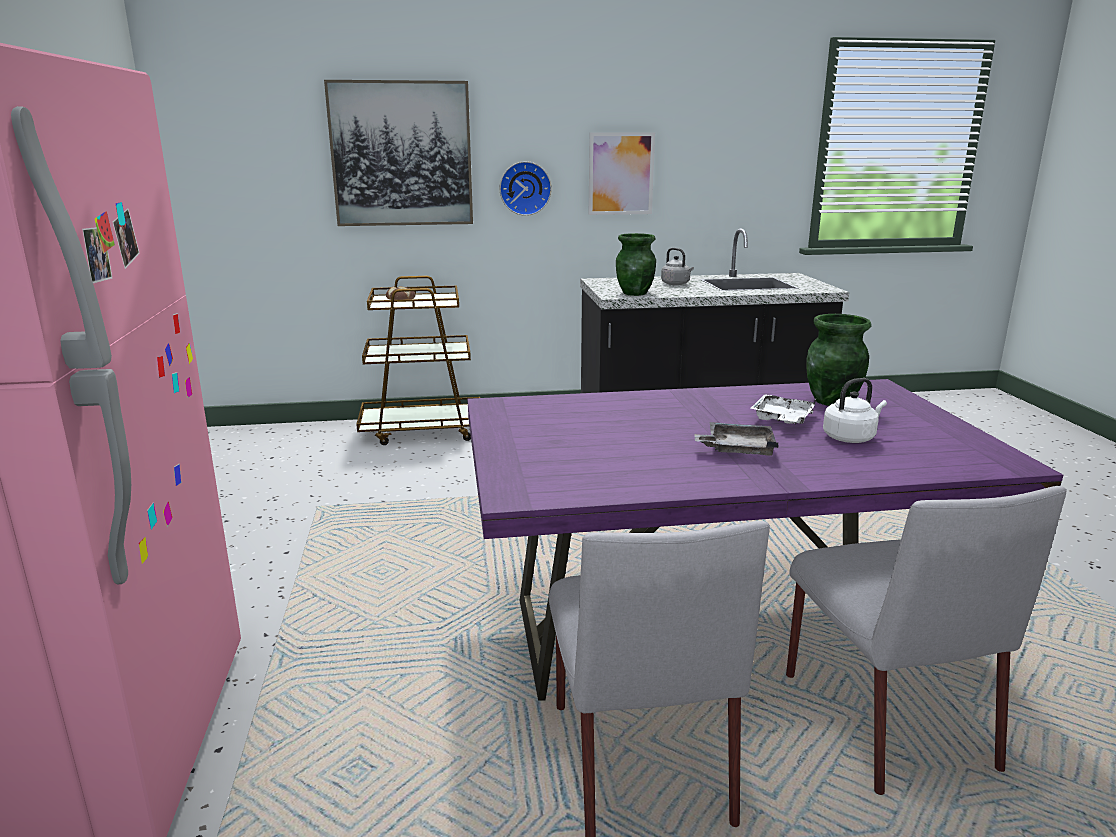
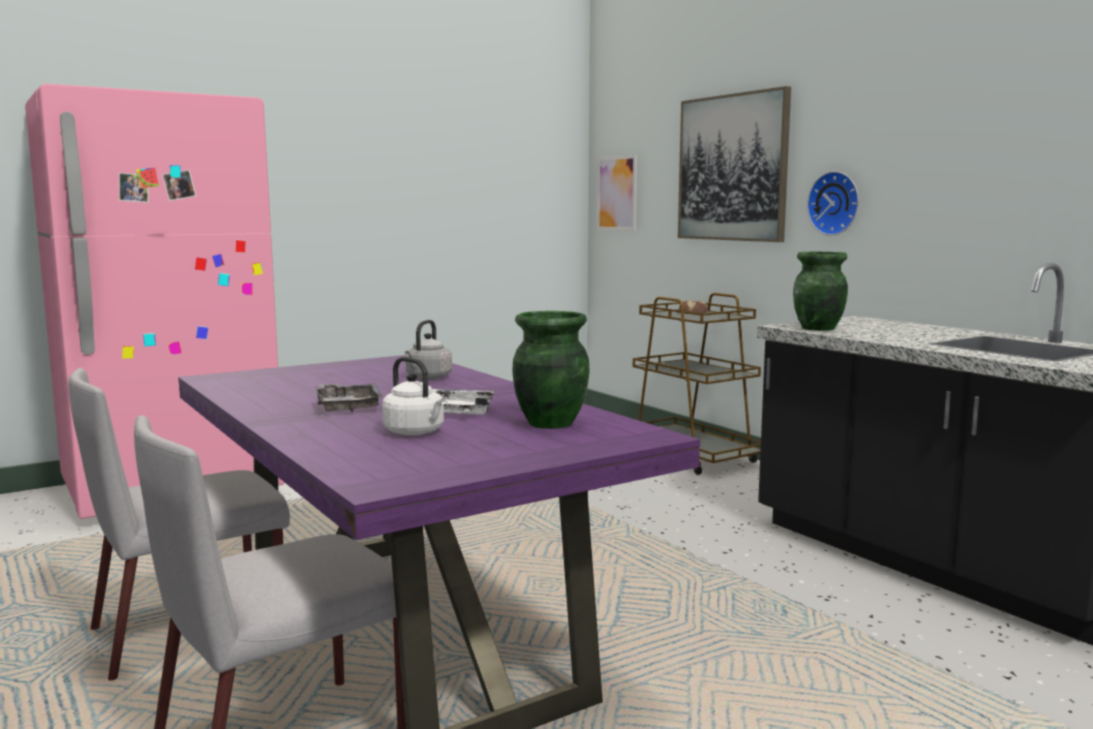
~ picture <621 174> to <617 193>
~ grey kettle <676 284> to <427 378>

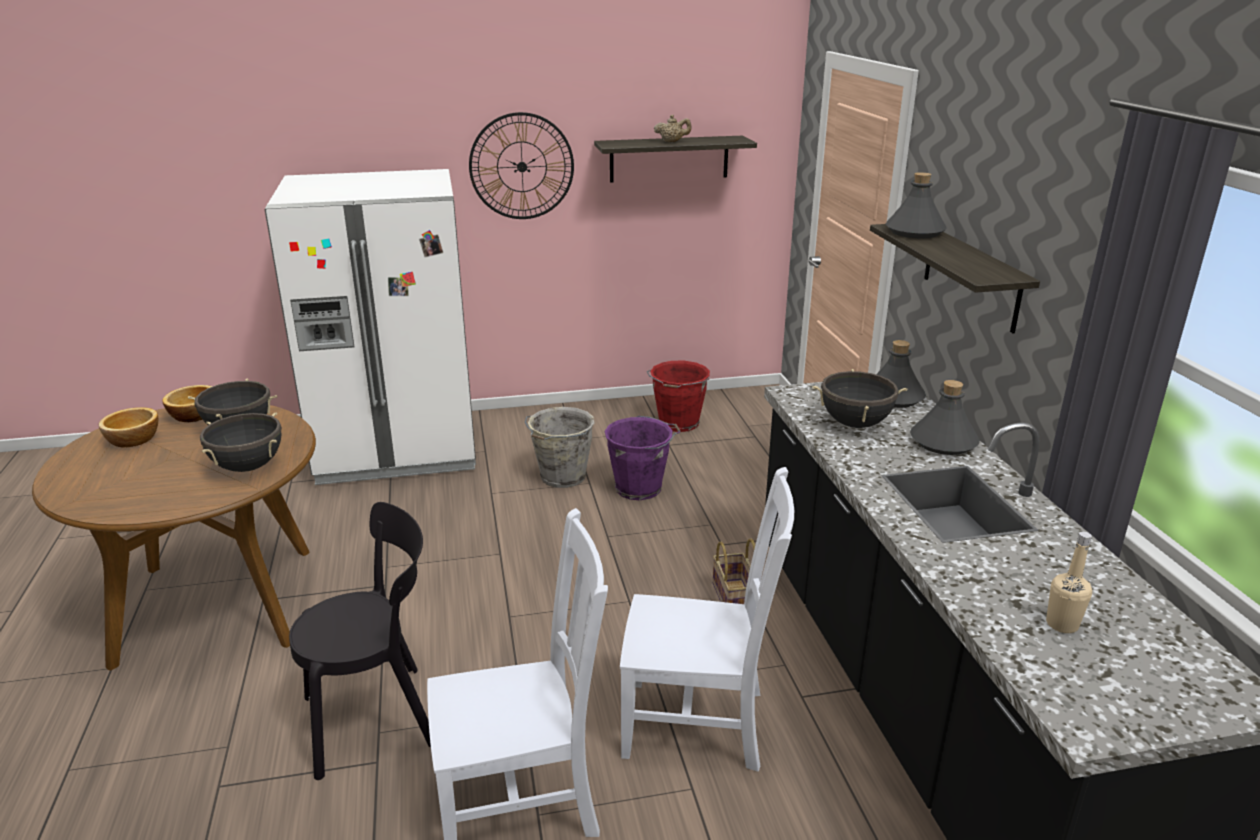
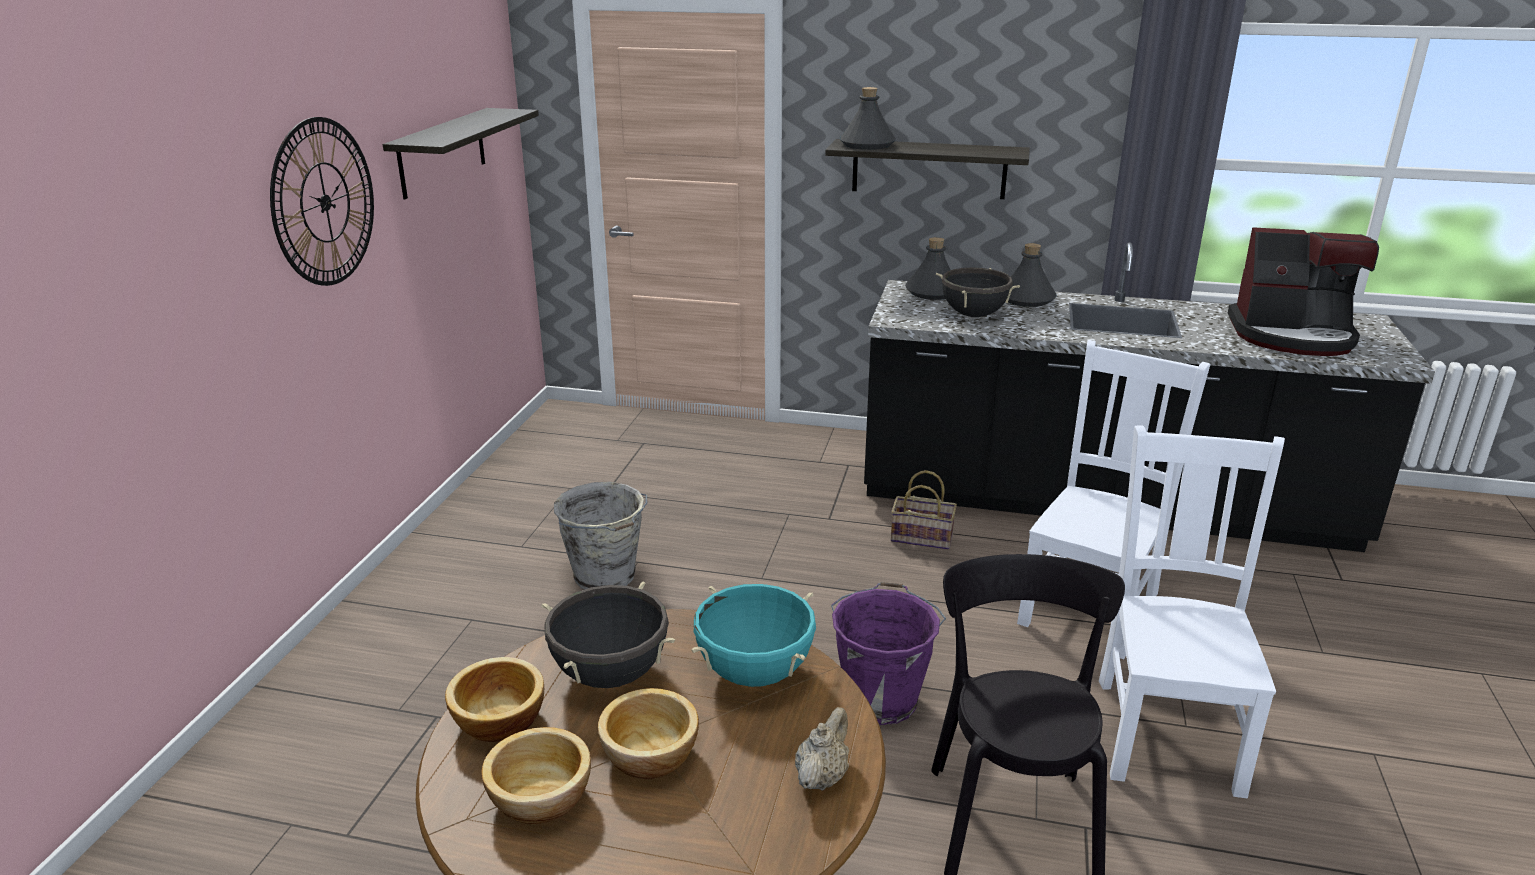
- white fridge <397 449>
- red bucket <678 424>
+ bowl <652 755>
~ purple bucket <640 488> to <881 698>
~ beige teapot <672 142> to <822 776>
~ beige bottle <1062 624> to coffee machine <1292 336>
~ black cooking pot <248 467> to turquoise cooking pot <754 673>

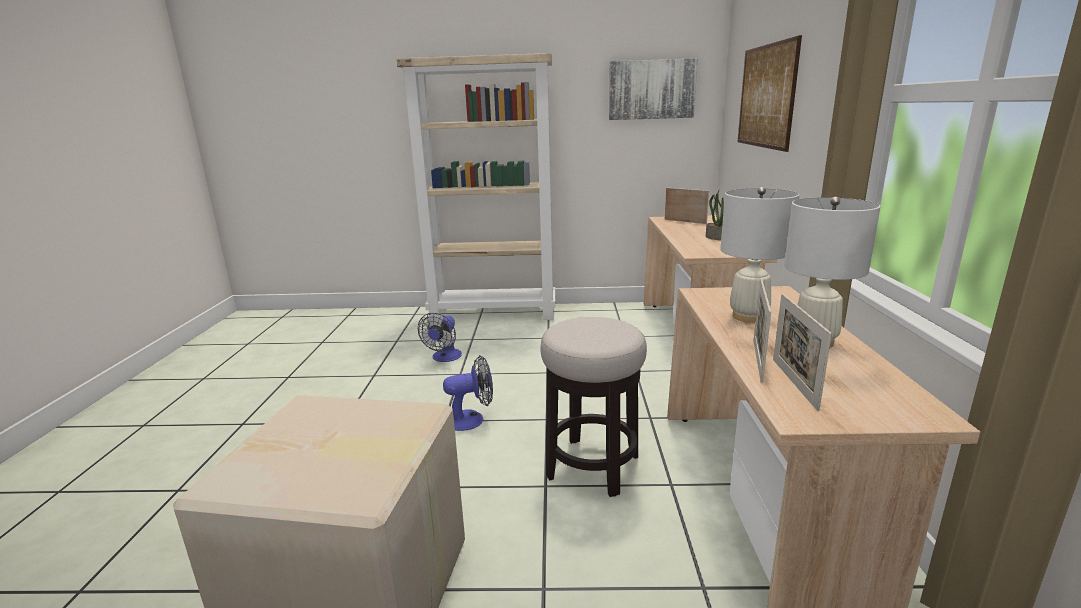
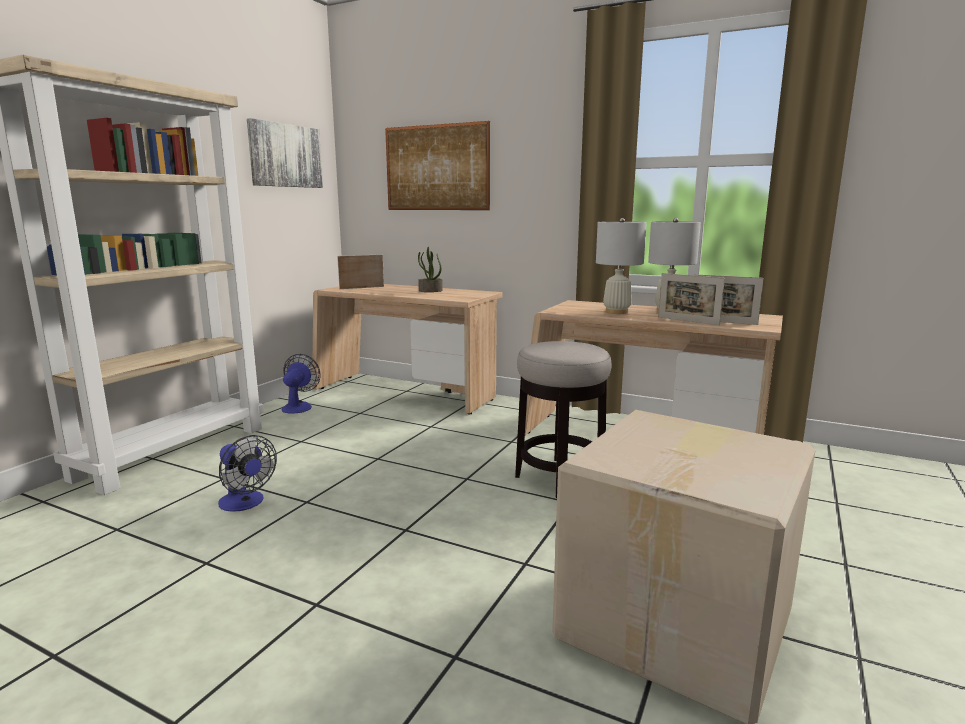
~ fan <471 419> to <299 406>

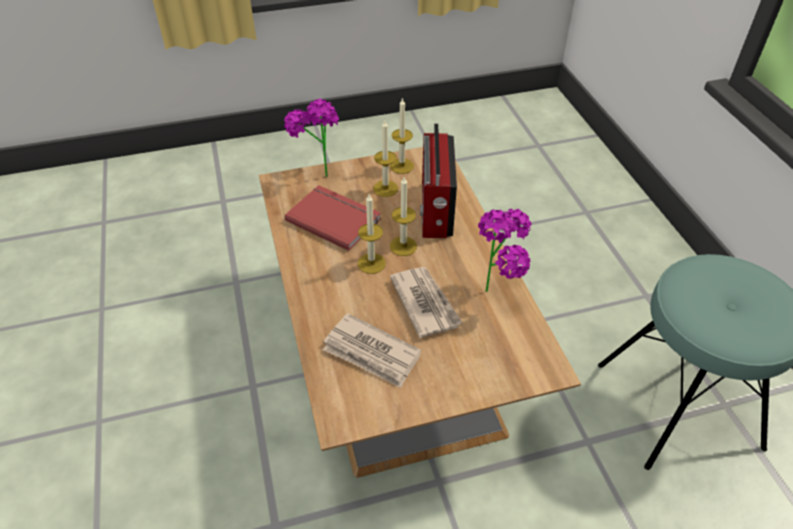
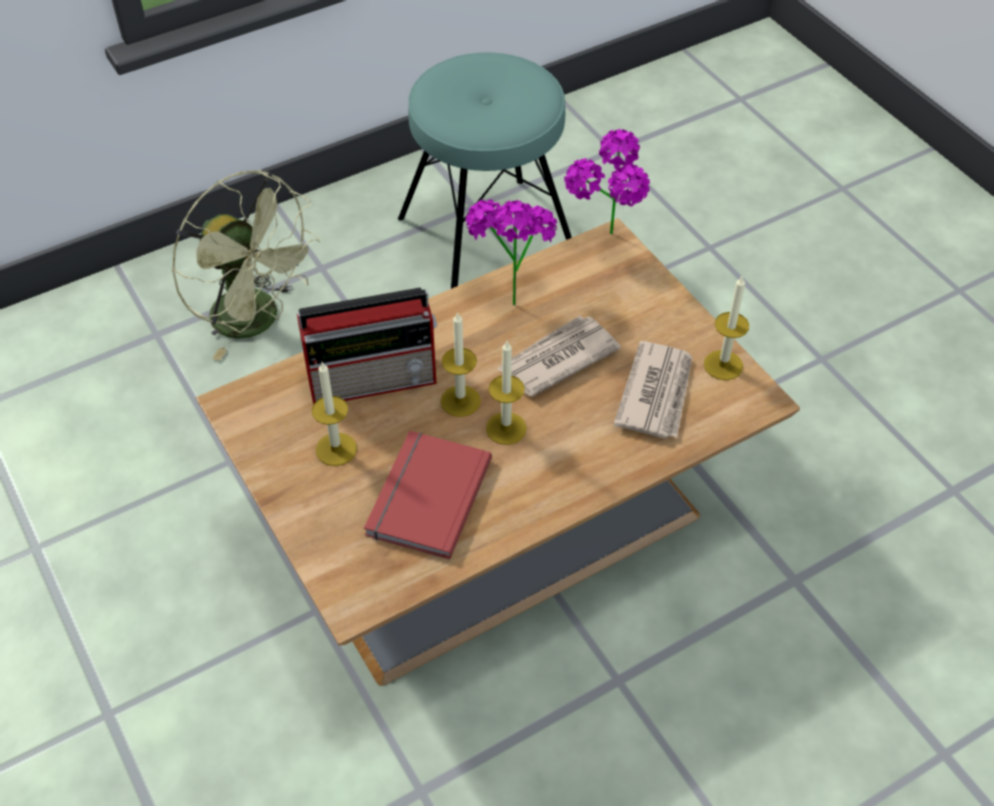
+ green fan <257 321>
~ potted plant <318 172> to <605 243>
~ candle <401 166> to <723 365>

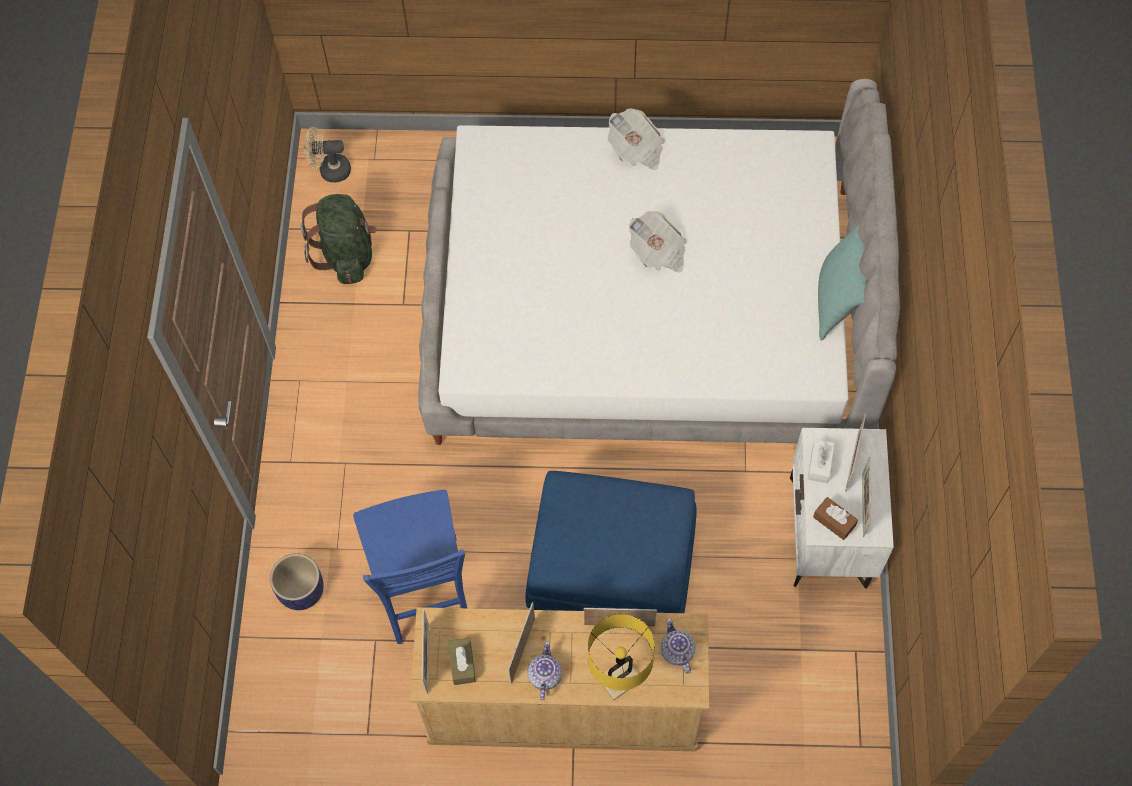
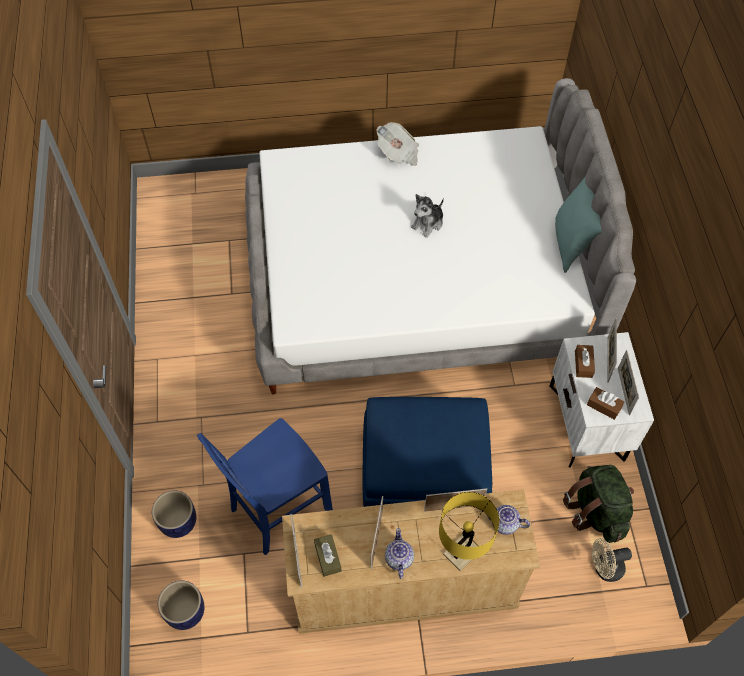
+ planter <185 612>
~ green backpack <346 254> to <596 511>
~ beige fan <329 170> to <604 569>
~ newspaper <658 252> to plush toy <428 223>
~ white tissue box <820 464> to brown tissue box <583 364>
~ blue chair <423 592> = <278 510> 75 degrees clockwise
~ teapot <677 652> = <505 523> 45 degrees counterclockwise

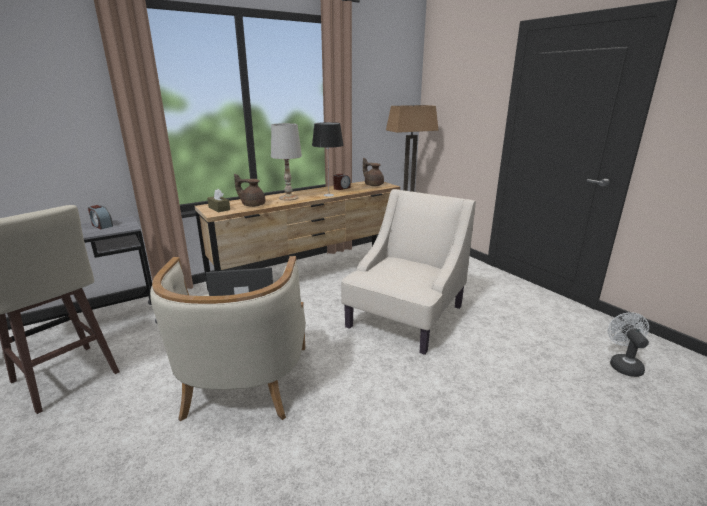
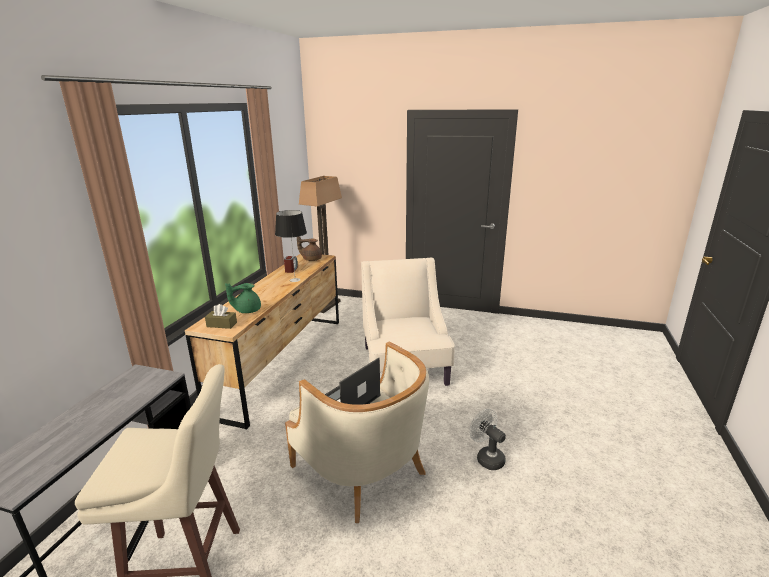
- alarm clock <102 225>
- white table lamp <288 197>
~ white fan <623 364> to <486 457>
~ brown teapot <252 205> to green teapot <247 310>

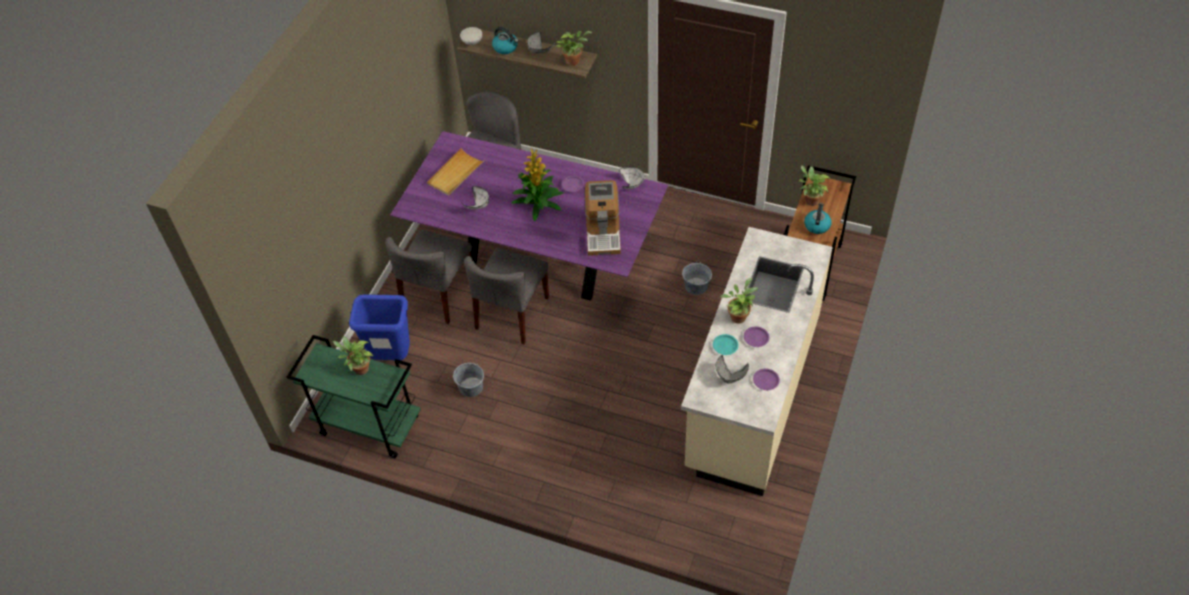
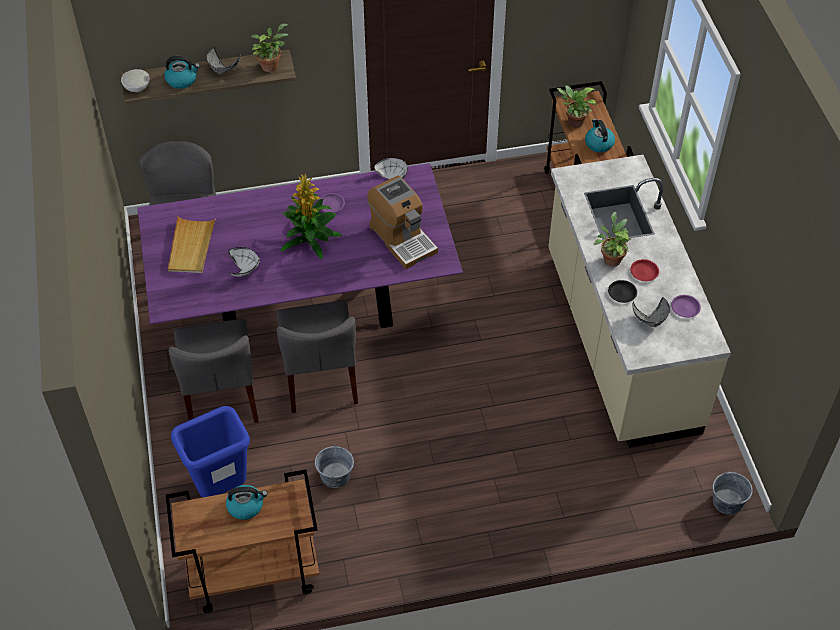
~ grey bucket <696 286> to <727 502>
~ potted plant <359 369> to kettle <246 506>
~ green cart <368 426> to brown cart <253 575>
~ turquoise plate <725 345> to black plate <622 293>
~ purple plate <756 338> to red plate <644 272>

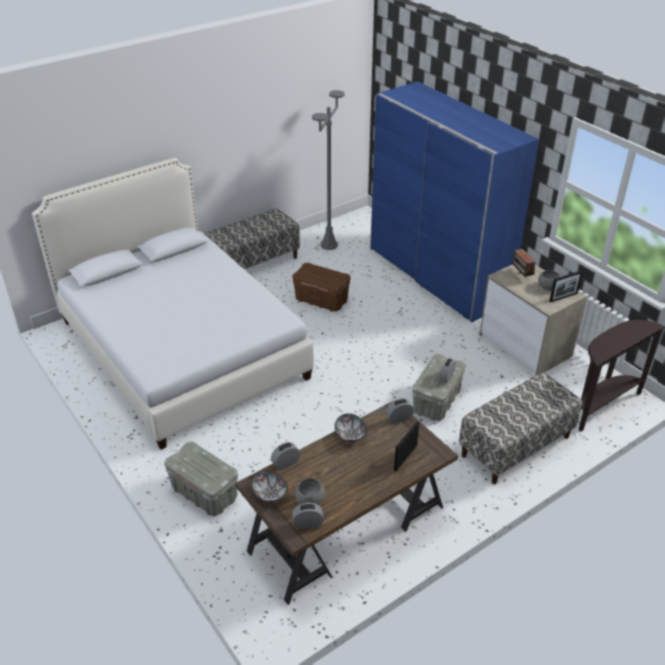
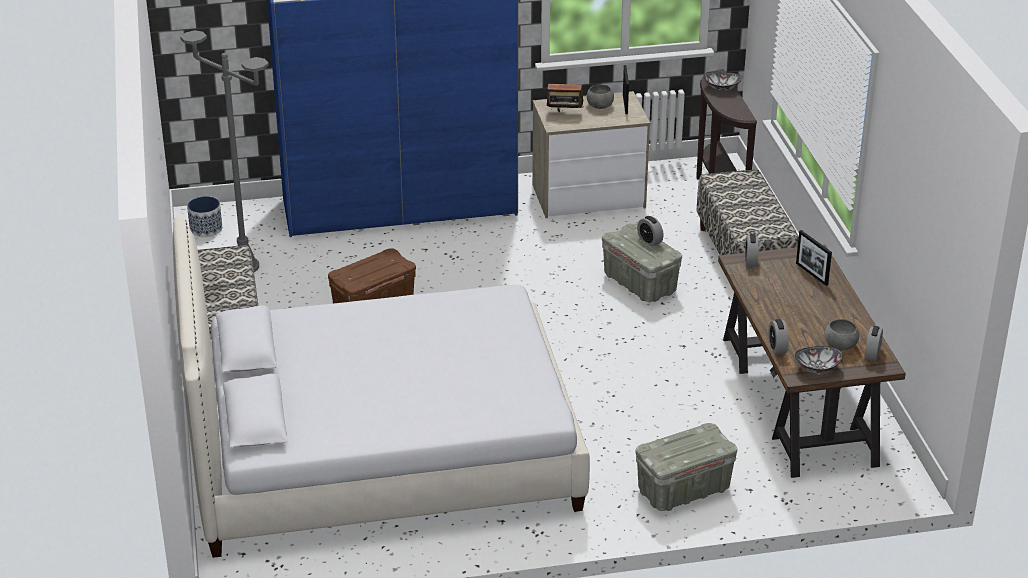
+ planter <206 229>
~ bowl <350 435> to <721 88>

